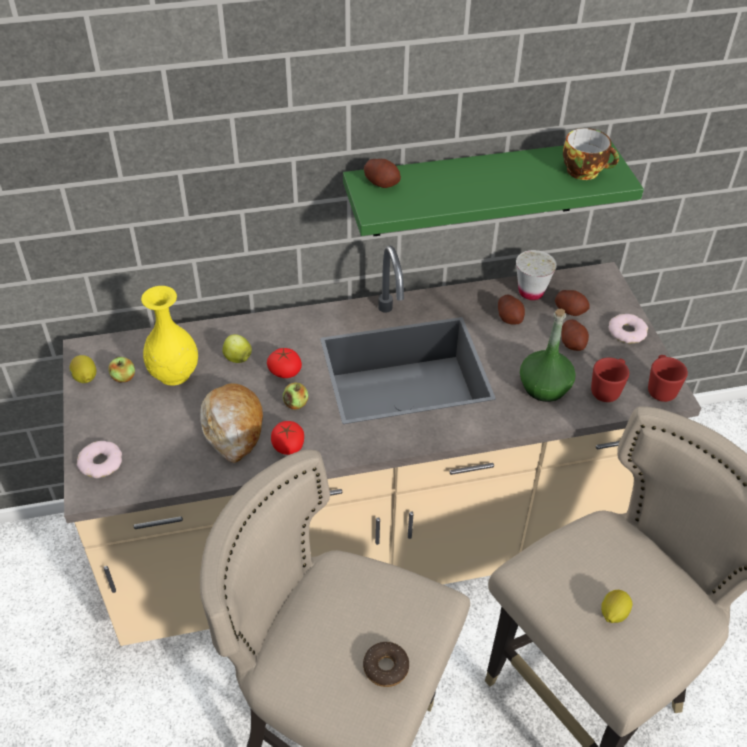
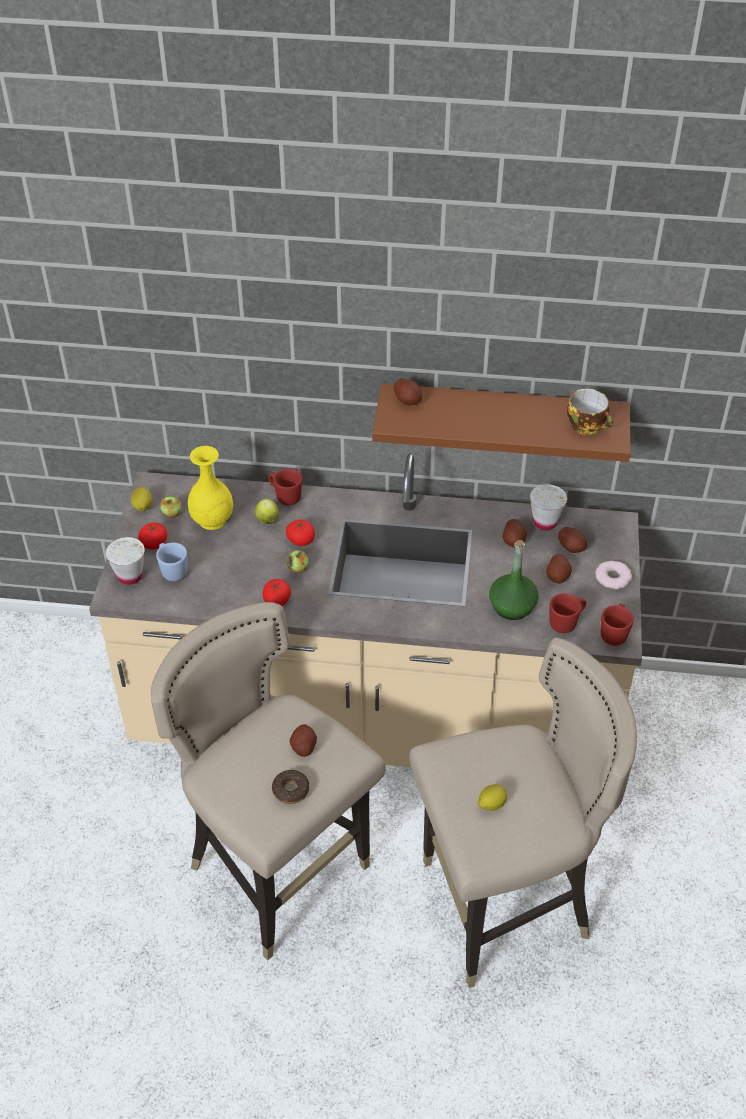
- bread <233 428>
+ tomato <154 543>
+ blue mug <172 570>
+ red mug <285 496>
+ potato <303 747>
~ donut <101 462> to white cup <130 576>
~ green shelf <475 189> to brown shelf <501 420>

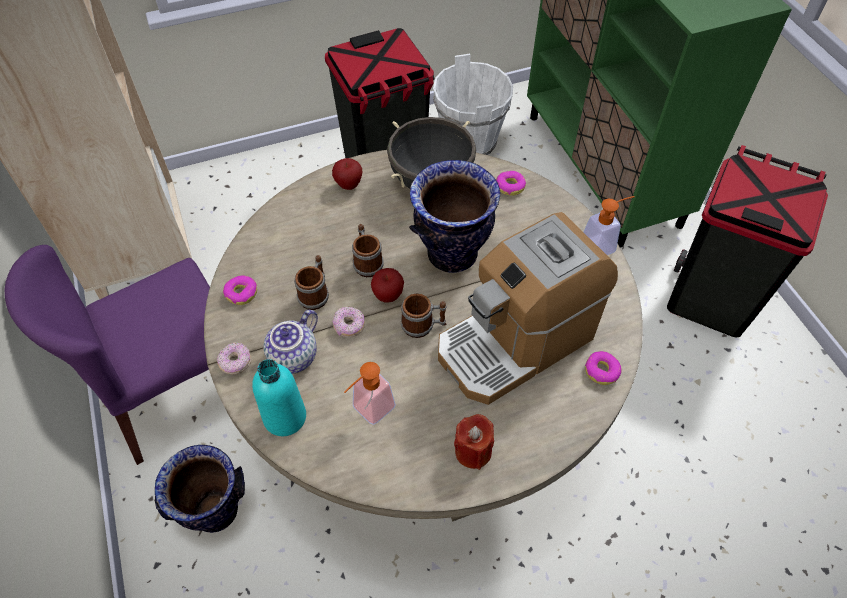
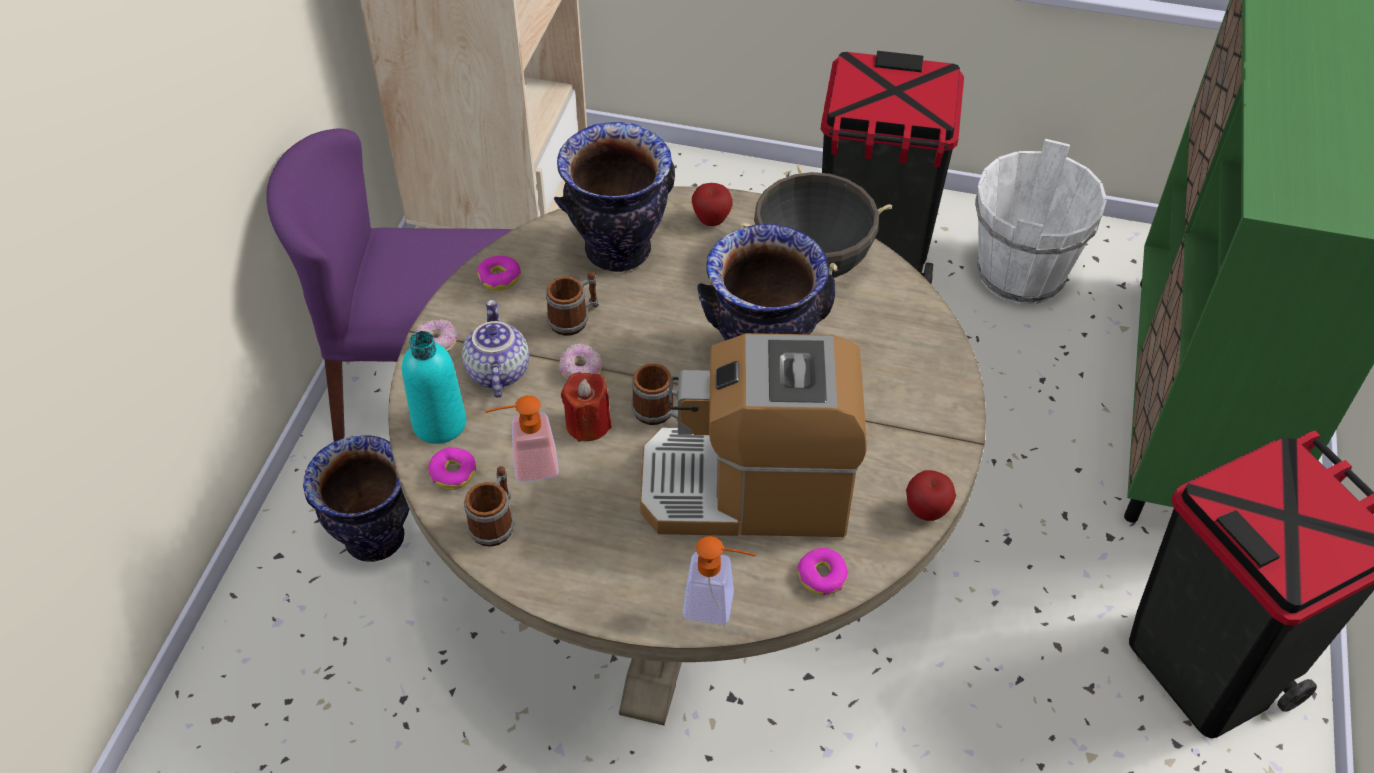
+ vase <619 251>
~ mug <367 262> to <495 522>
~ apple <388 296> to <926 511>
~ red candle <473 451> to <588 424>
~ donut <510 186> to <453 473>
~ soap dispenser <602 245> to <718 606>
~ teapot <293 358> = <496 371> 105 degrees clockwise

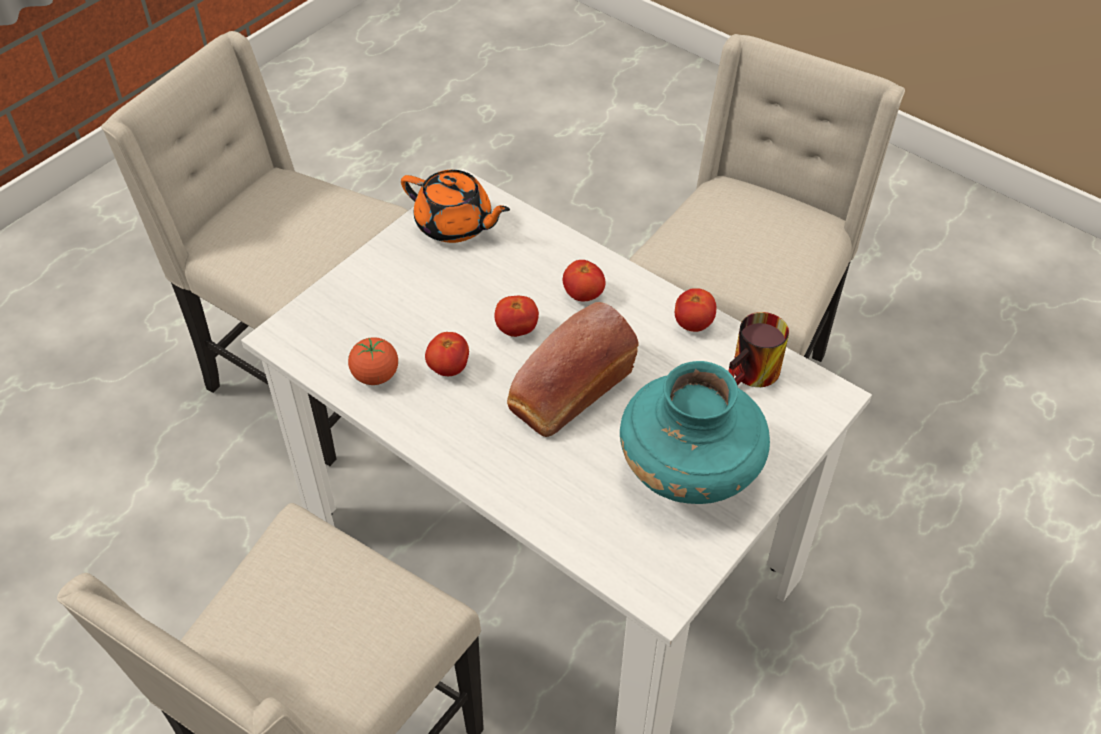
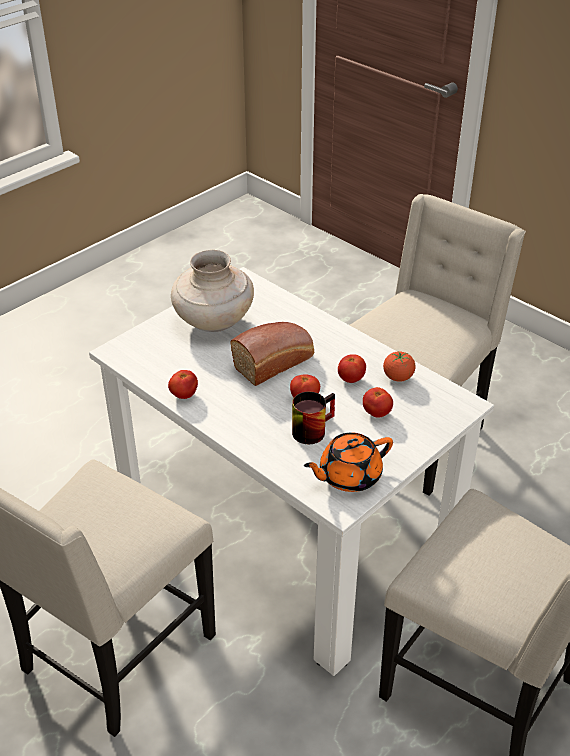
~ tomato <583 295> to <376 413>
~ mug <754 376> to <311 428>
~ turquoise vase <689 471> to beige vase <213 322>
~ orange teapot <455 225> = <348 476> 60 degrees counterclockwise

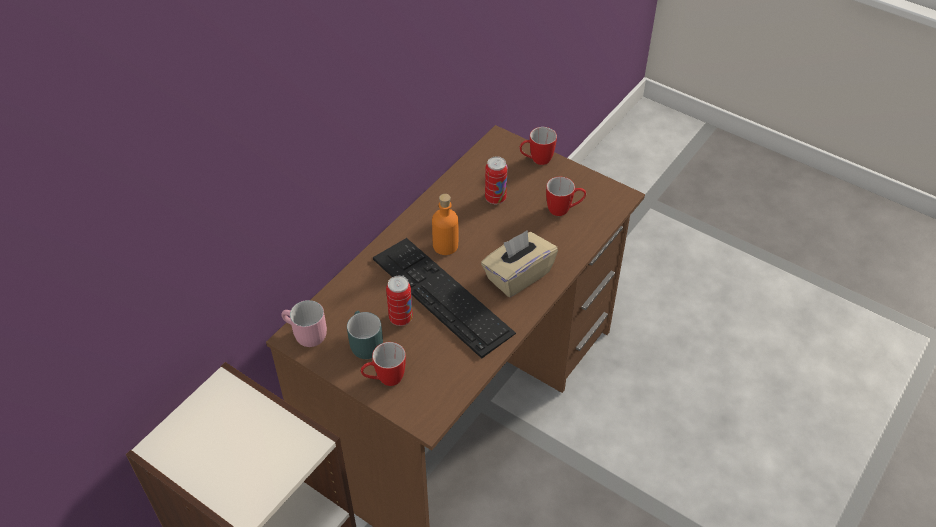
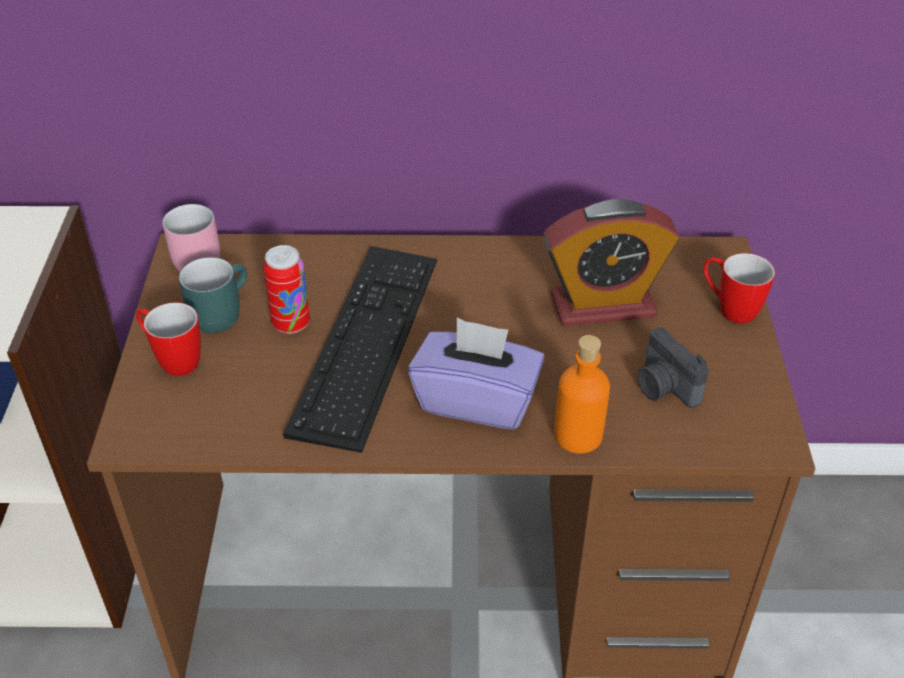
~ orange bottle <445 246> to <578 435>
~ can <495 198> to alarm clock <602 305>
~ mug <564 210> to photo camera <663 387>
~ beige tissue box <517 275> to purple tissue box <477 400>

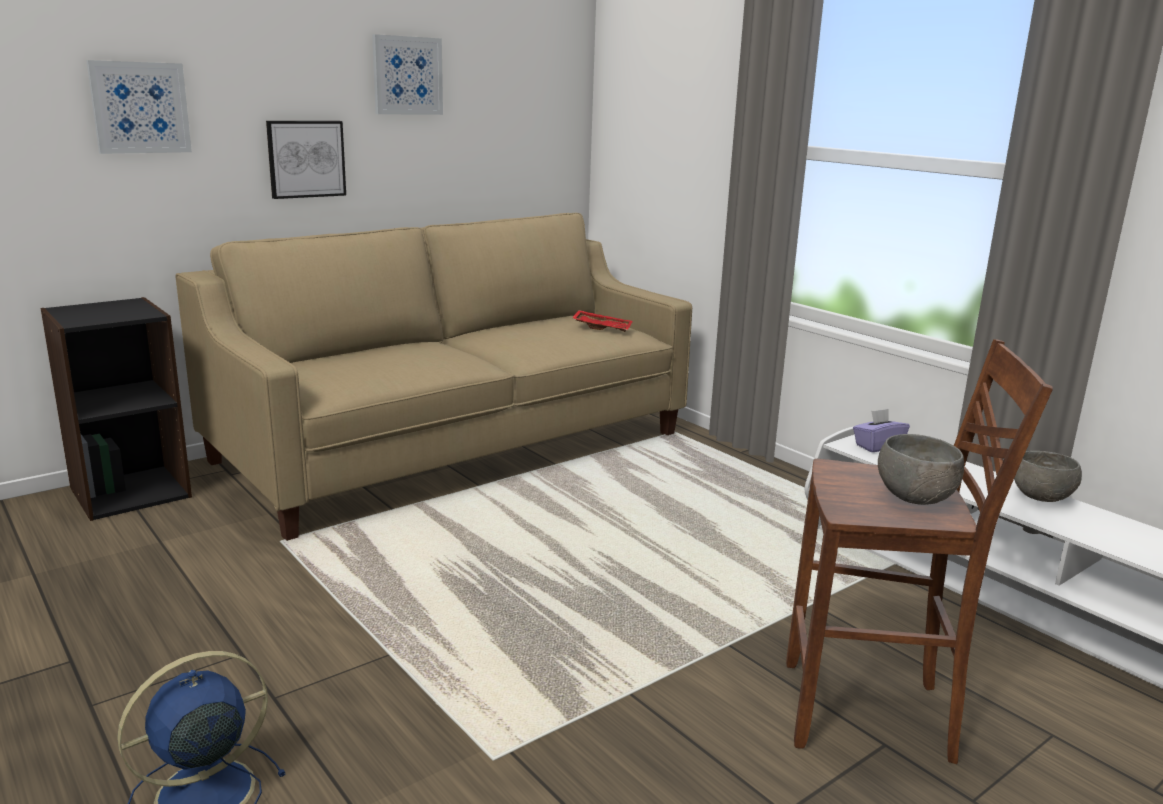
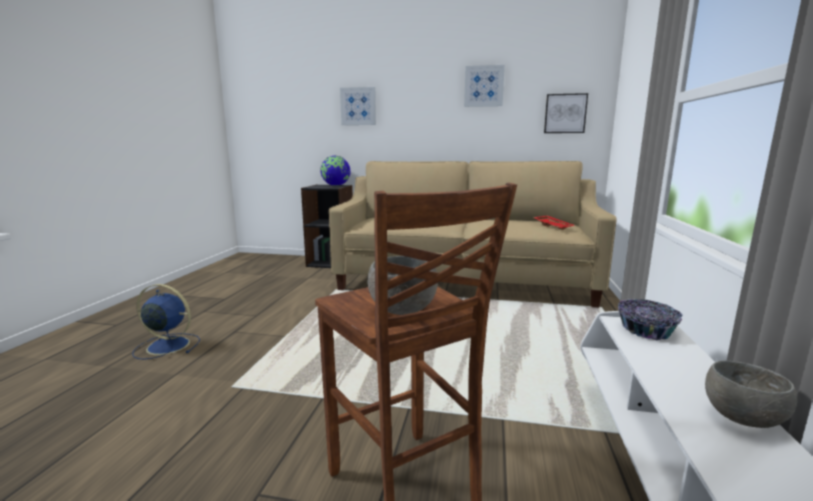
+ globe <336 185>
~ picture <306 159> to <565 113>
~ purple tissue box <877 446> to bowl <646 330>

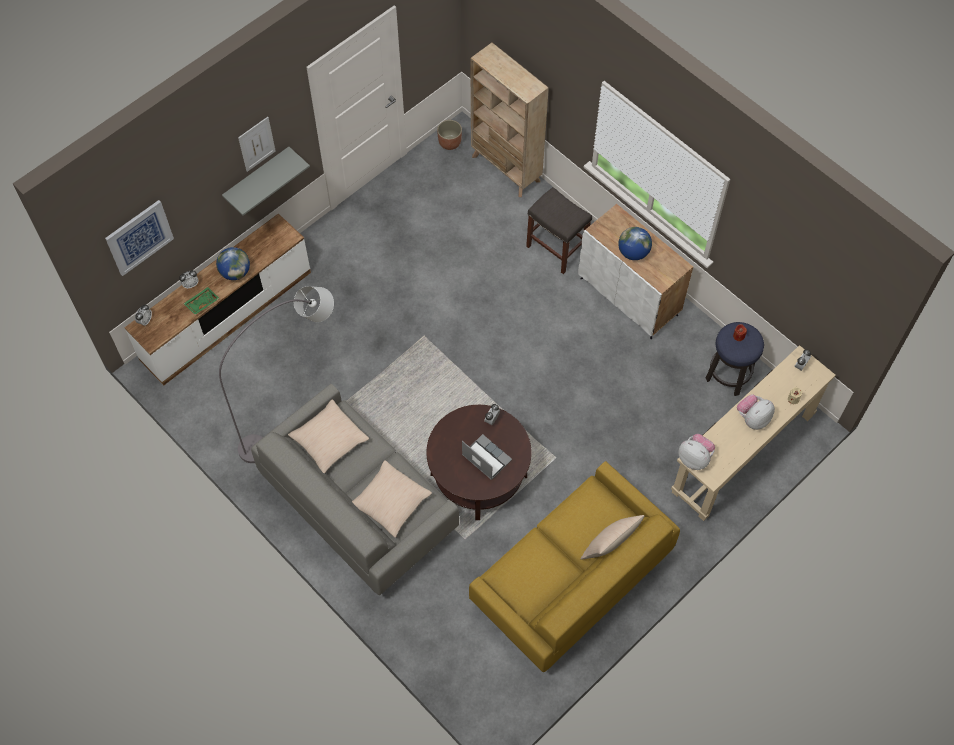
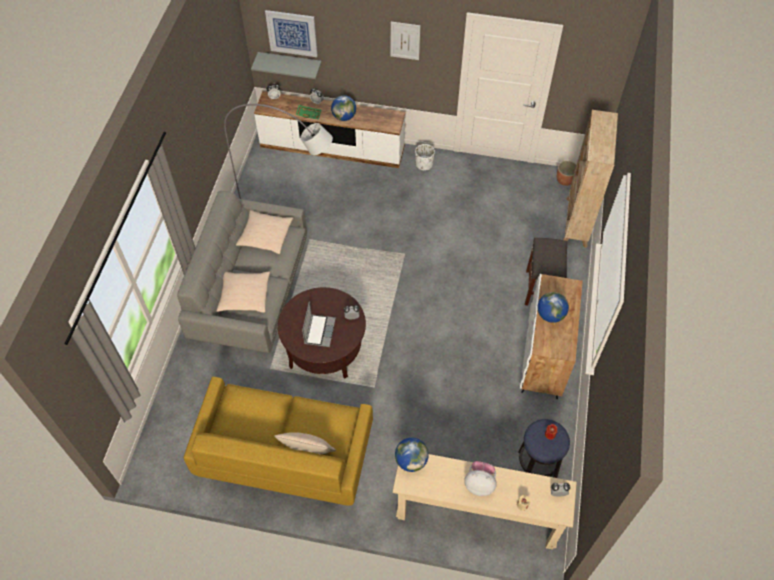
+ white planter <424 164>
~ grey shelf <257 178> to <290 64>
~ plush toy <694 458> to globe <411 461>

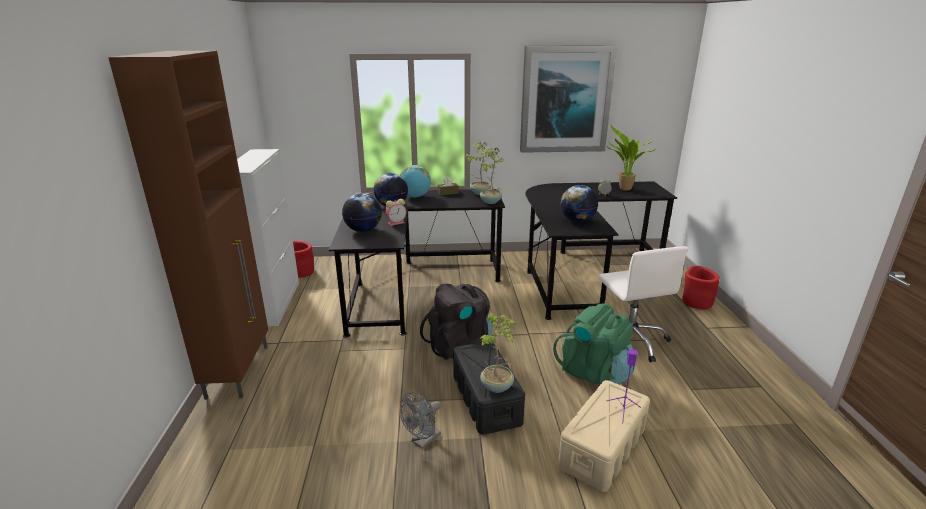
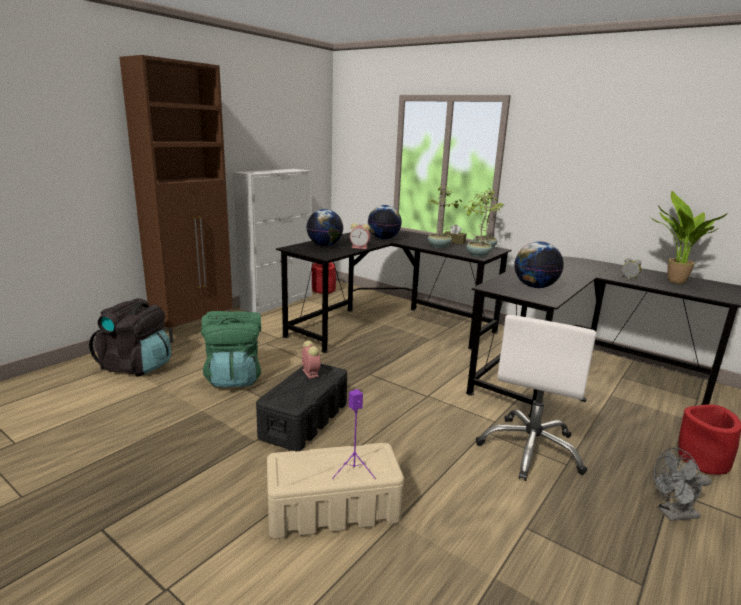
- globe <415 196>
- picture <565 100>
+ alarm clock <310 373>
~ grey fan <423 441> to <673 514>
~ black backpack <460 345> to <137 366>
~ potted plant <497 387> to <439 246>
~ green backpack <594 372> to <234 378>

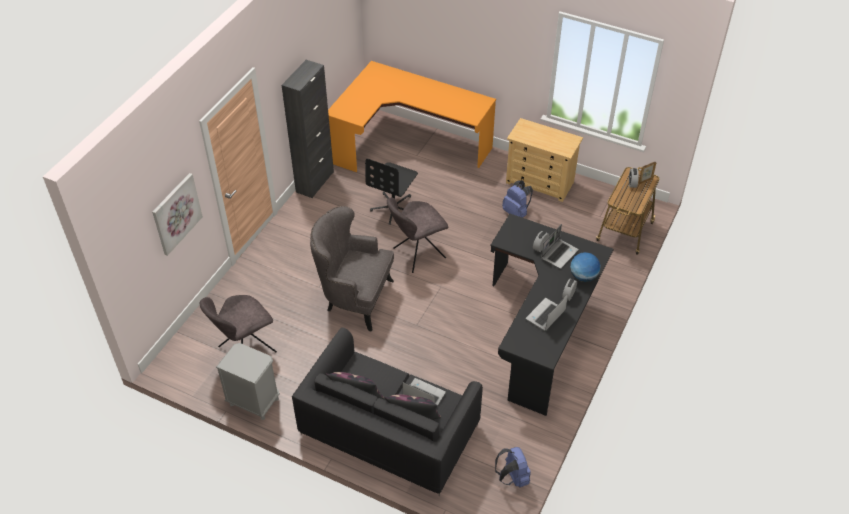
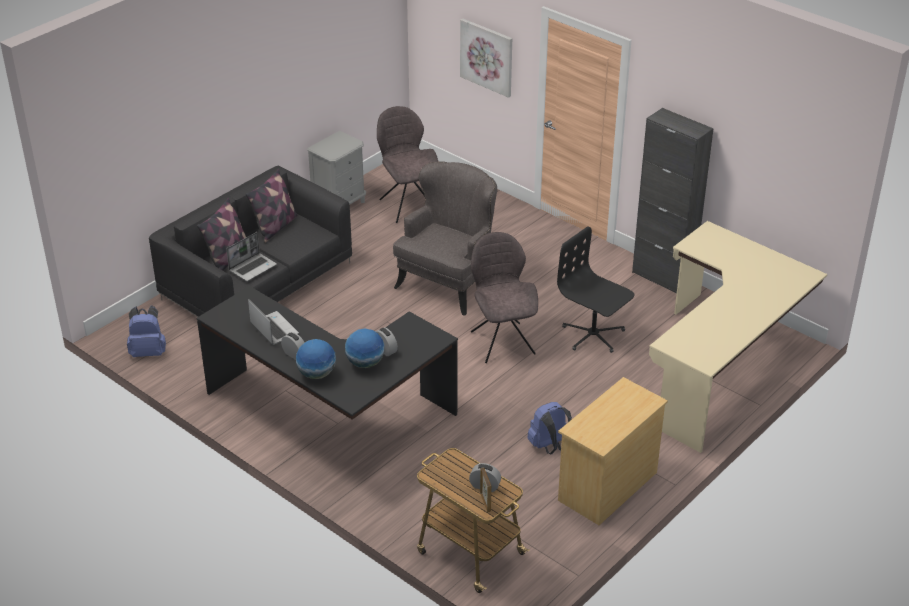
~ laptop <559 254> to globe <365 363>
~ orange desk <407 145> to beige desk <723 367>

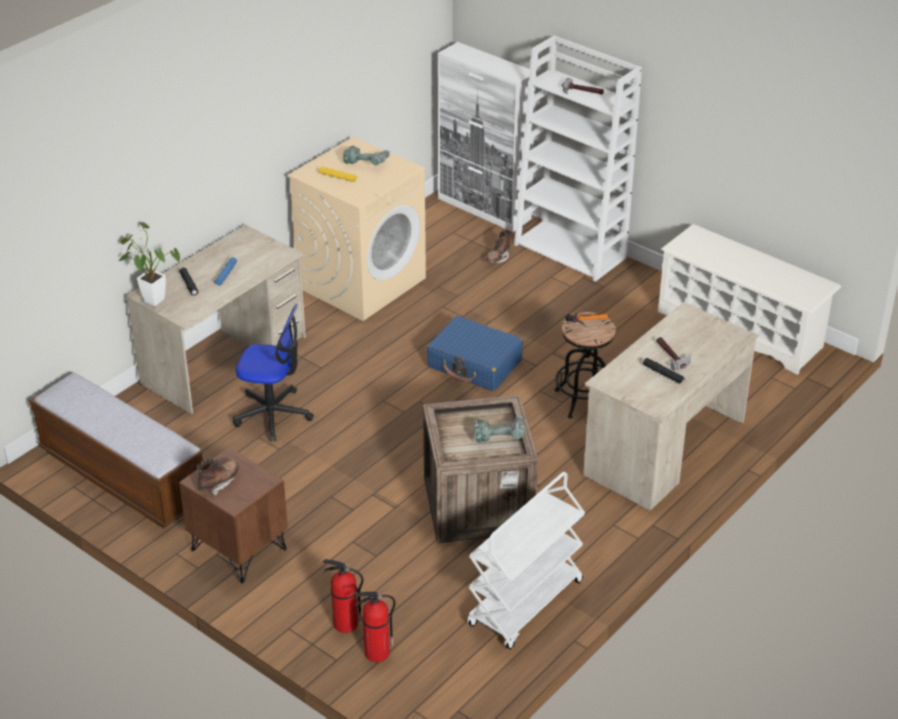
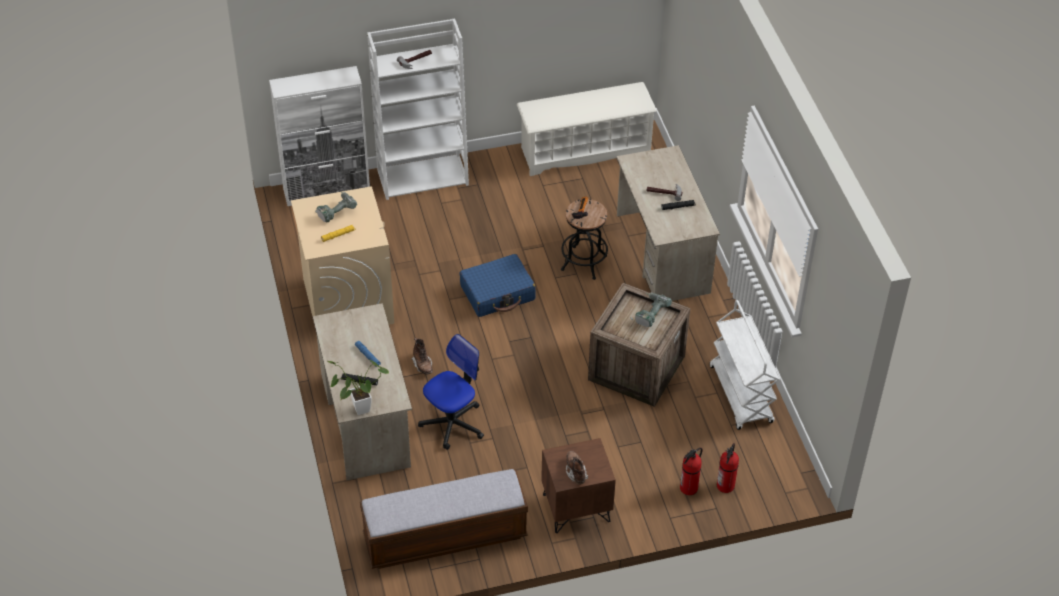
~ brown boot <498 258> to <422 365>

